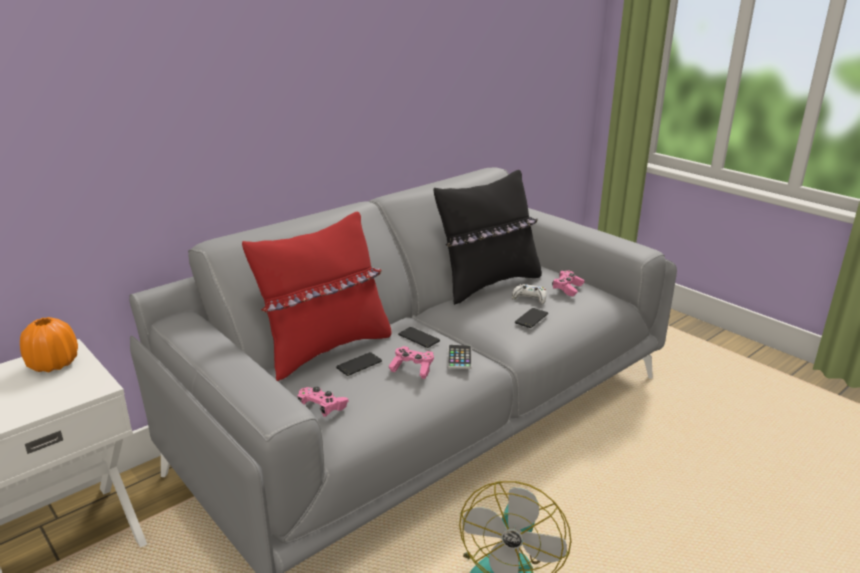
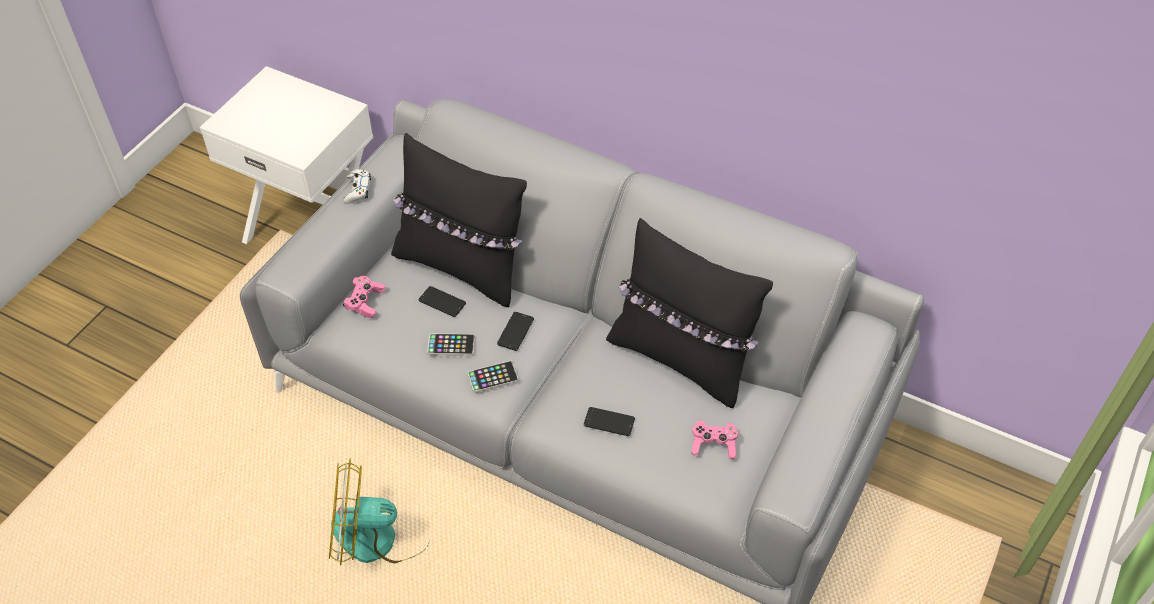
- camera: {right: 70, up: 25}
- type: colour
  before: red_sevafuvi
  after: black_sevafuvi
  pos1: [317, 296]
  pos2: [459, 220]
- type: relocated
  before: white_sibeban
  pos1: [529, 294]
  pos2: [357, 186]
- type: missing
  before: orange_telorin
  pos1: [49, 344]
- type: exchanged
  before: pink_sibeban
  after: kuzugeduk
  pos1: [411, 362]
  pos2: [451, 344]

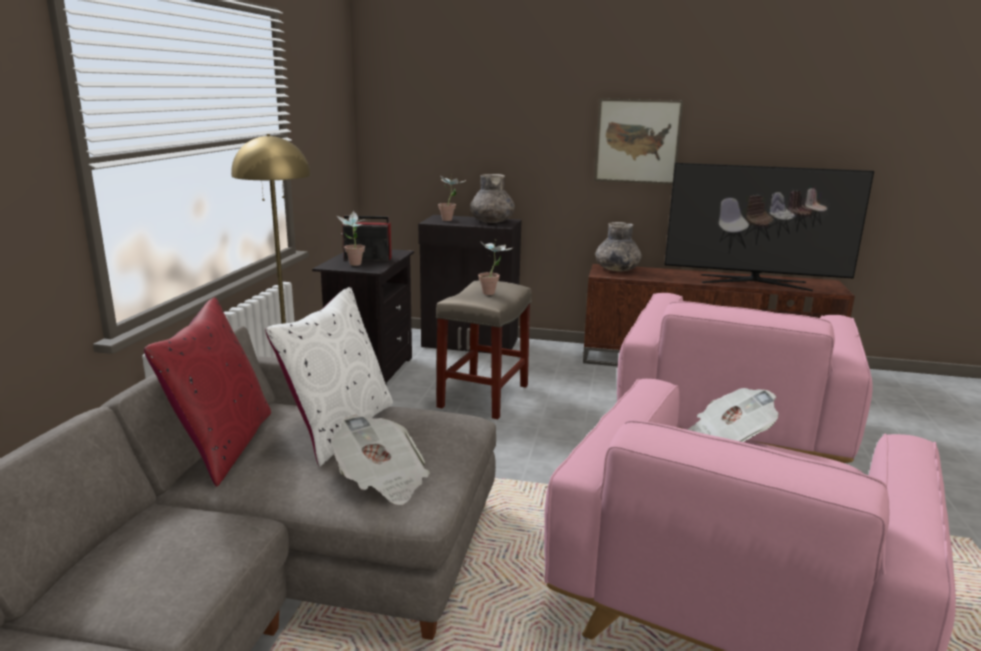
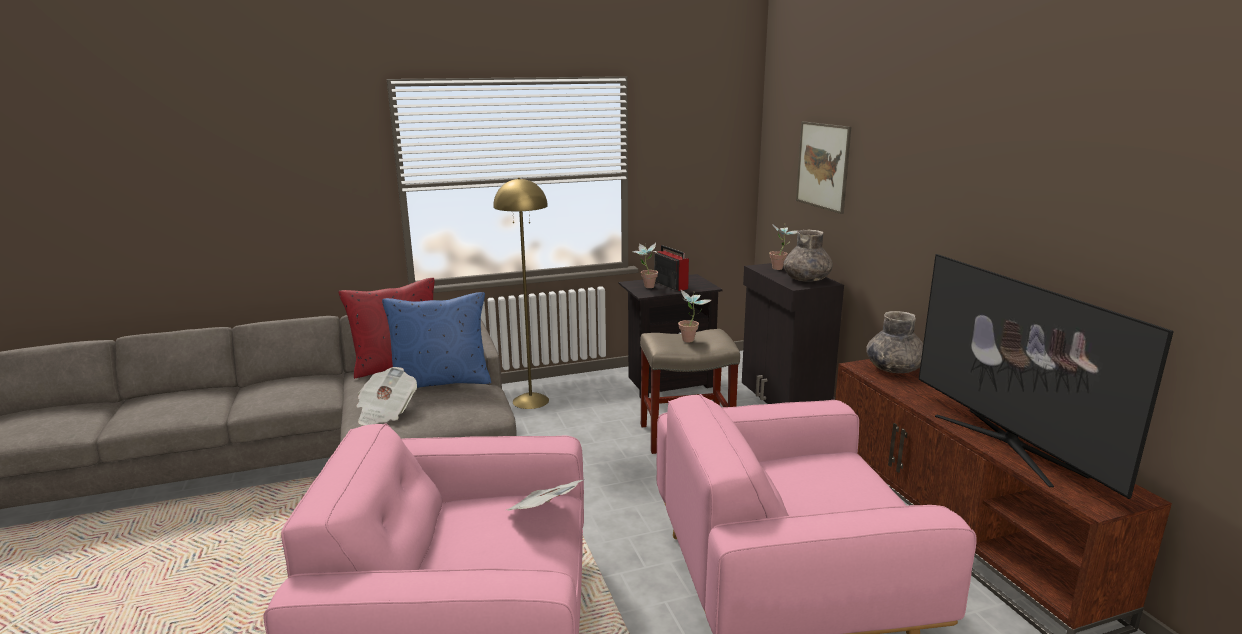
- camera: {right: 60, up: 0}
- type: relocated
  before: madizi
  pos1: [638, 141]
  pos2: [823, 167]
- type: colour
  before: white_sevafuvi
  after: blue_sevafuvi
  pos1: [329, 377]
  pos2: [436, 340]

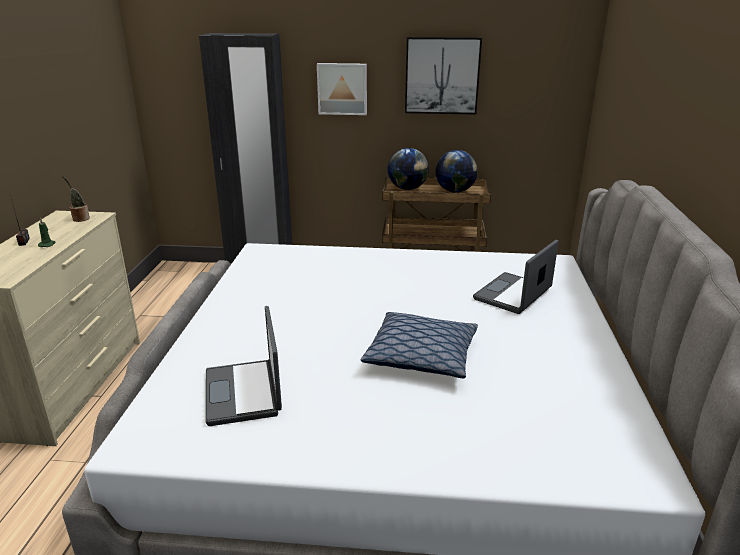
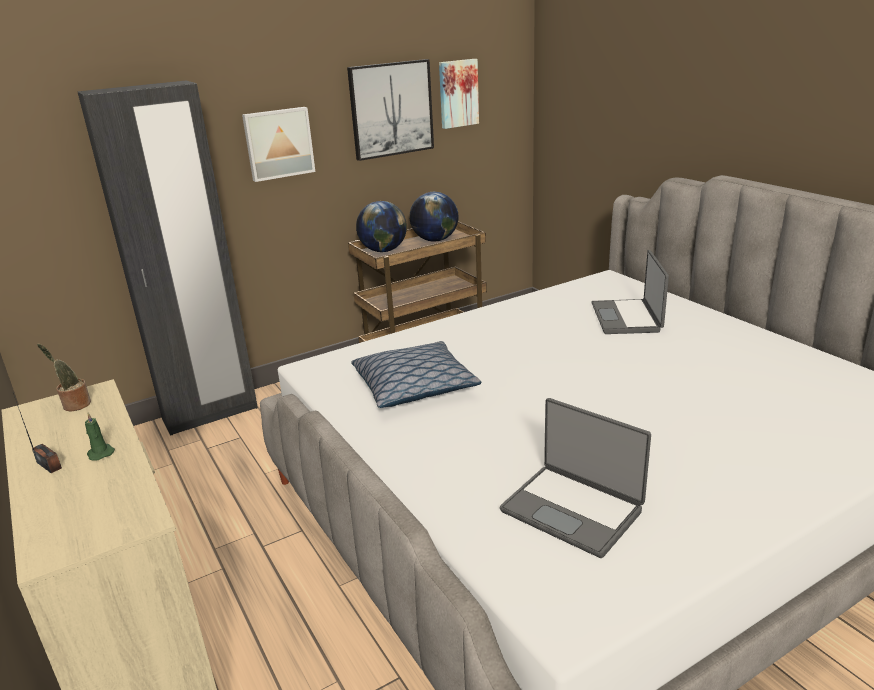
- camera: {right: -35, up: 0}
- type: relocated
  before: sevafuvi
  pos1: [419, 345]
  pos2: [416, 374]
- type: appeared
  after: madizi
  pos2: [459, 94]

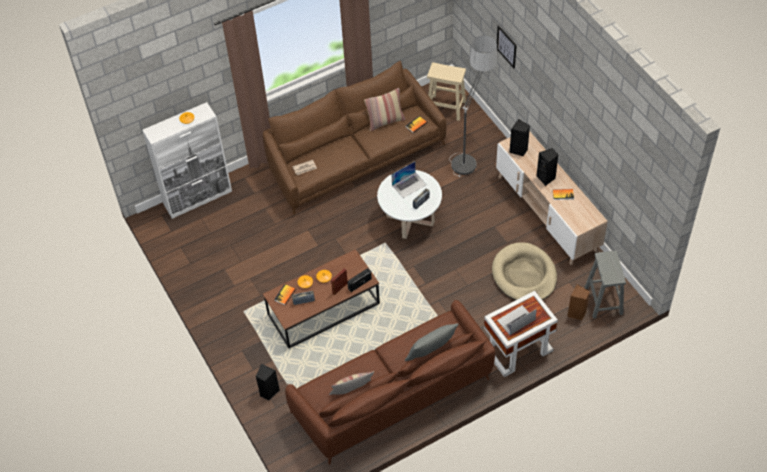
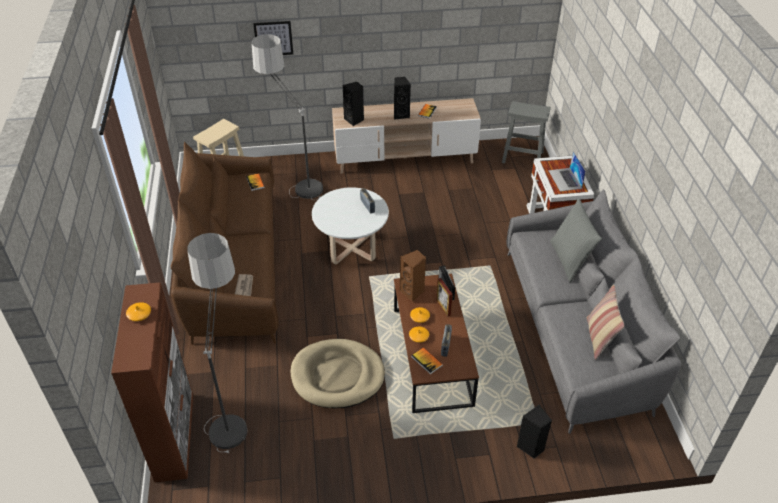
- camera: {right: -70, up: -10}
- type: missing
  before: sevafuvi
  pos1: [384, 109]
- type: colour
  before: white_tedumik
  after: brown_tedumik
  pos1: [187, 160]
  pos2: [152, 382]
- type: missing
  before: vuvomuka
  pos1: [409, 179]
- type: relocated
  before: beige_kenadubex
  pos1: [524, 271]
  pos2: [338, 373]
- type: relocated
  before: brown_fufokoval
  pos1: [578, 302]
  pos2: [413, 276]
- type: colour
  before: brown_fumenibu
  after: grey_fumenibu
  pos1: [390, 382]
  pos2: [594, 311]
- type: appeared
  after: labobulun
  pos2: [217, 343]

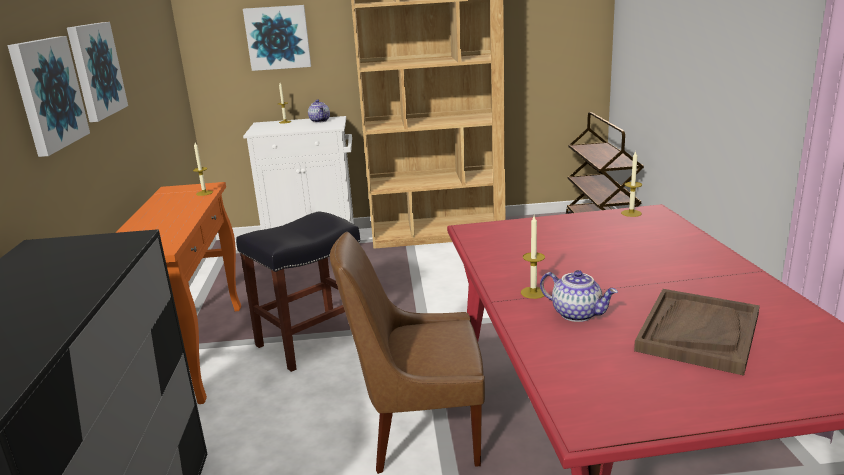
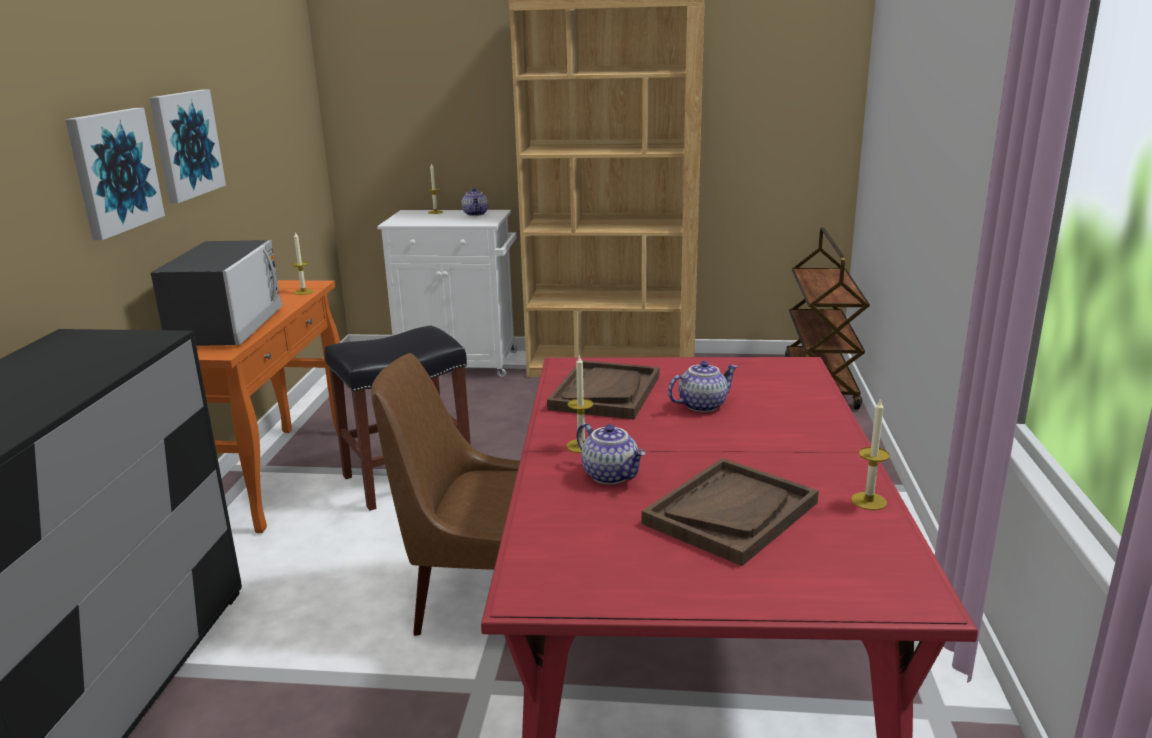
- camera: {right: 10, up: 0}
- type: missing
  before: madizi
  pos1: [277, 38]
- type: relocated
  before: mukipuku
  pos1: [631, 184]
  pos2: [870, 454]
- type: appeared
  after: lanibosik
  pos2: [217, 293]
- type: appeared
  after: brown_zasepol
  pos2: [603, 389]
- type: appeared
  after: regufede
  pos2: [703, 386]

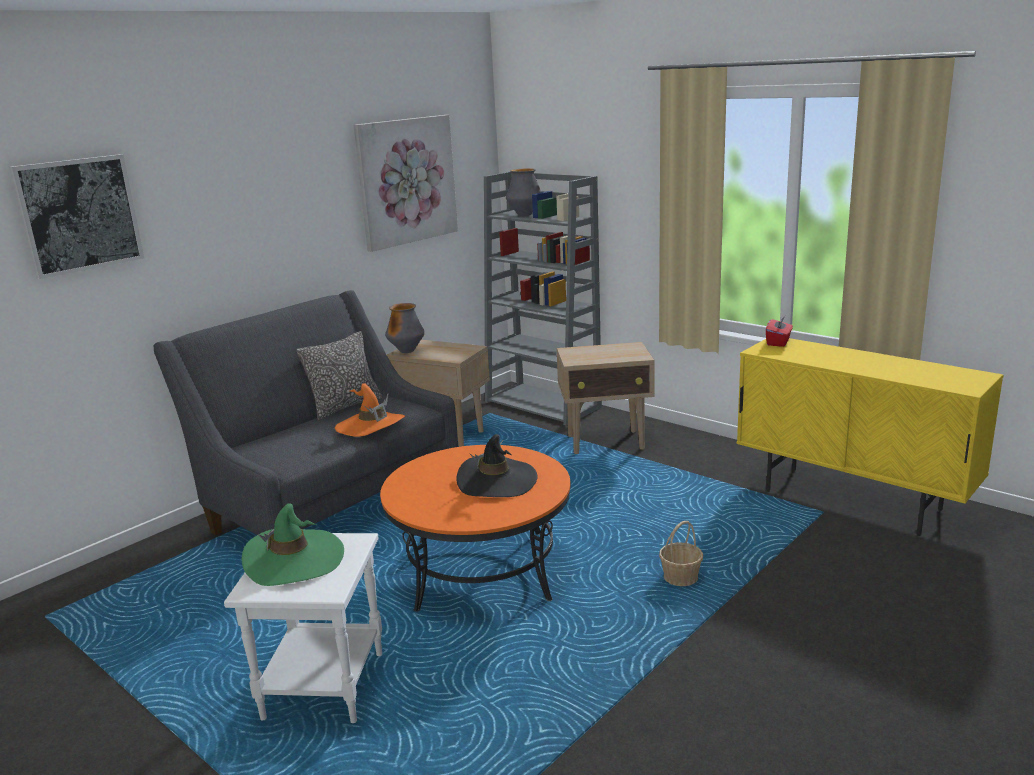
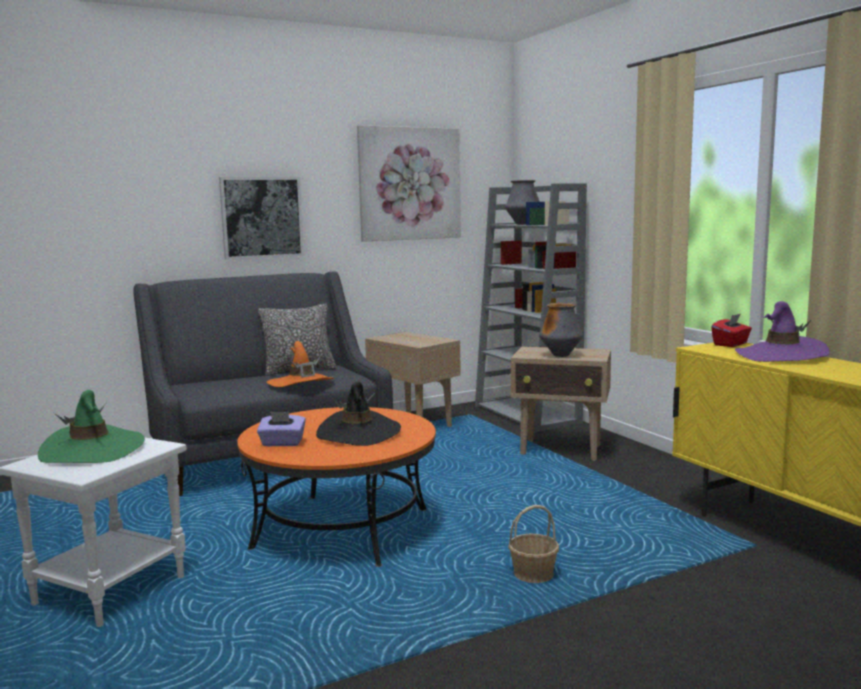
- camera: {right: 20, up: -10}
- type: relocated
  before: madizi
  pos1: [76, 216]
  pos2: [261, 218]
- type: relocated
  before: telorin
  pos1: [405, 328]
  pos2: [561, 330]
- type: appeared
  after: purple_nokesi
  pos2: [782, 331]
- type: appeared
  after: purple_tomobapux
  pos2: [281, 428]

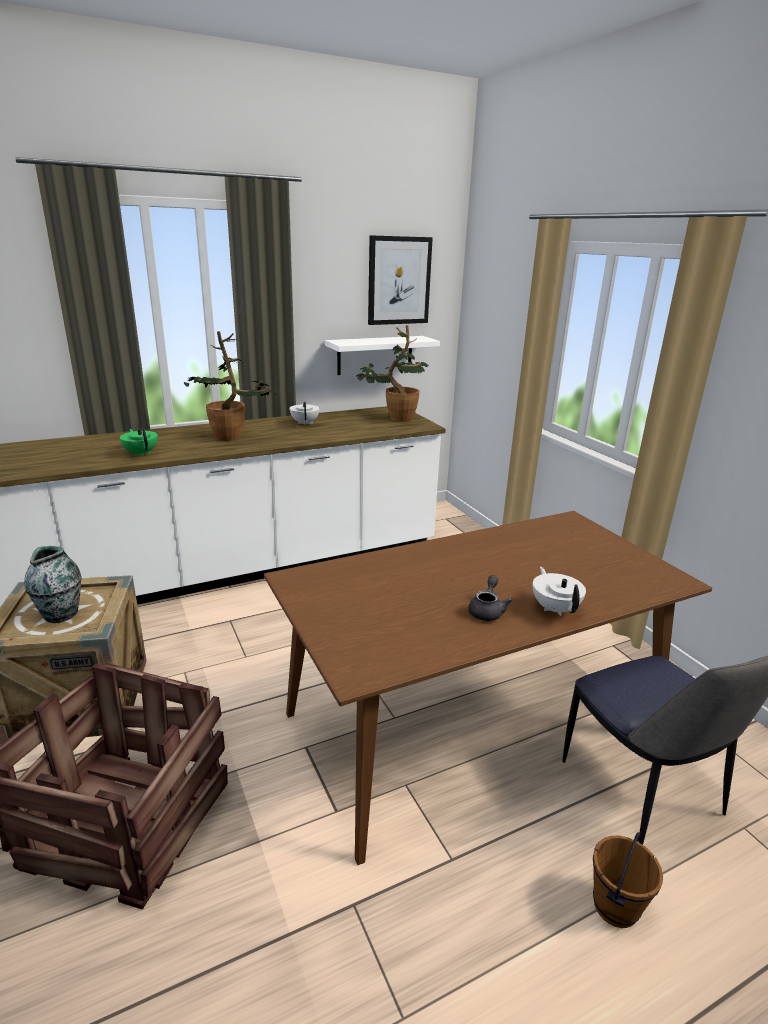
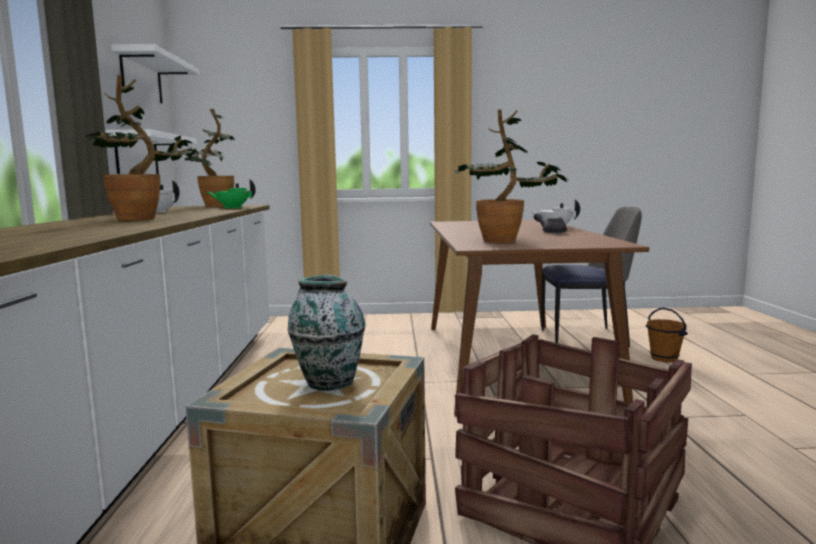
- camera: {right: -65, up: -15}
- type: exchanged
  before: madizi
  after: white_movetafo
  pos1: [400, 280]
  pos2: [155, 73]
- type: relocated
  before: green_regufede
  pos1: [139, 442]
  pos2: [231, 193]
- type: appeared
  after: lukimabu
  pos2: [511, 176]

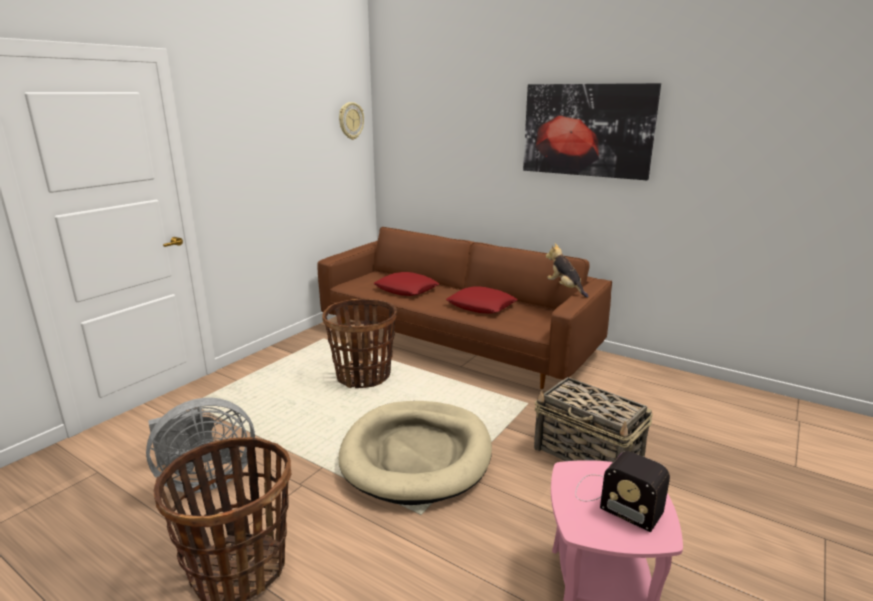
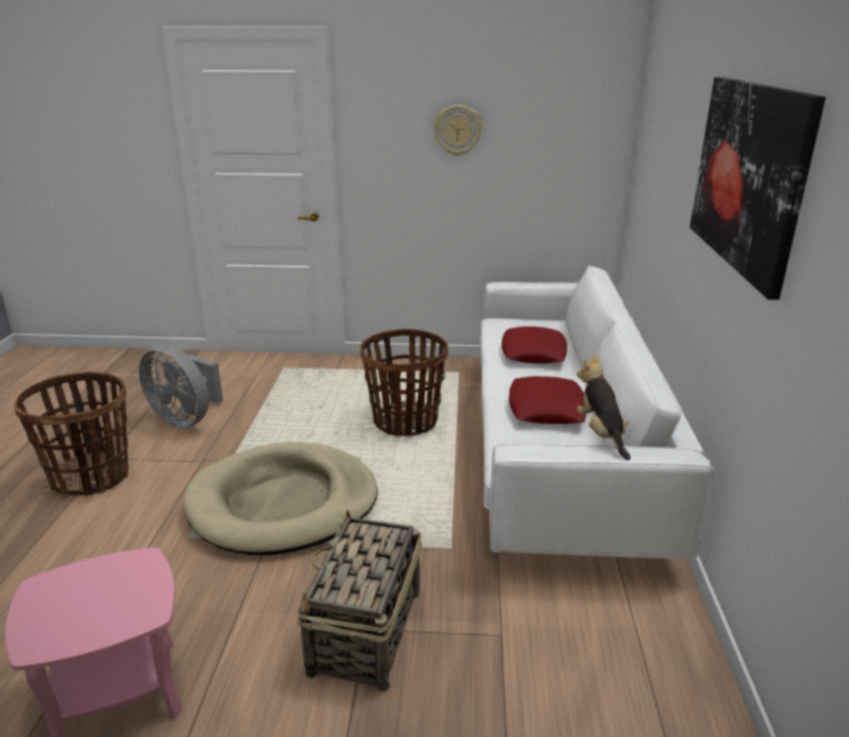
- camera: {right: 60, up: 5}
- type: relocated
  before: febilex
  pos1: [351, 121]
  pos2: [458, 130]
- type: colour
  before: brown_fumenibu
  after: white_fumenibu
  pos1: [464, 308]
  pos2: [597, 412]
- type: spun
  before: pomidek
  pos1: [567, 270]
  pos2: [604, 407]
  turn: -45
- type: missing
  before: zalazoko
  pos1: [622, 491]

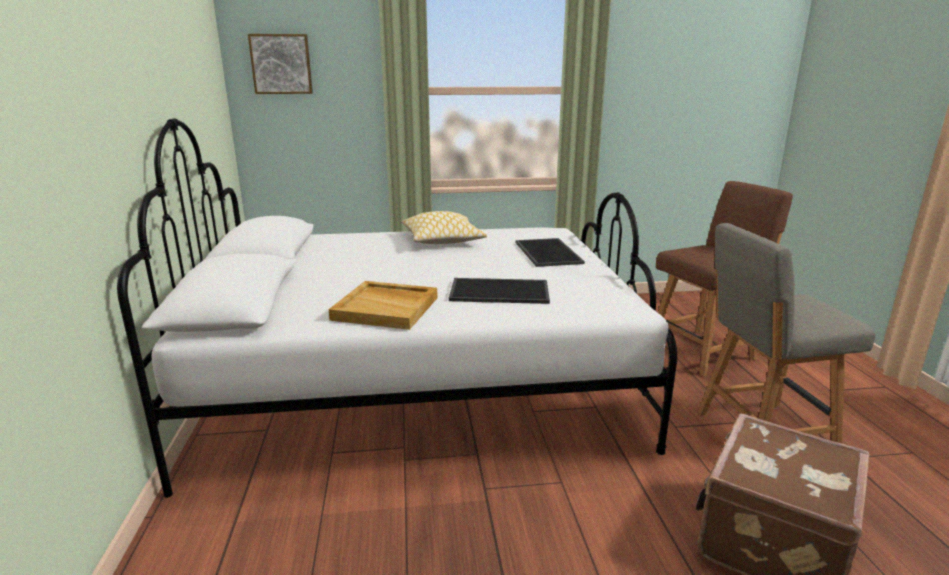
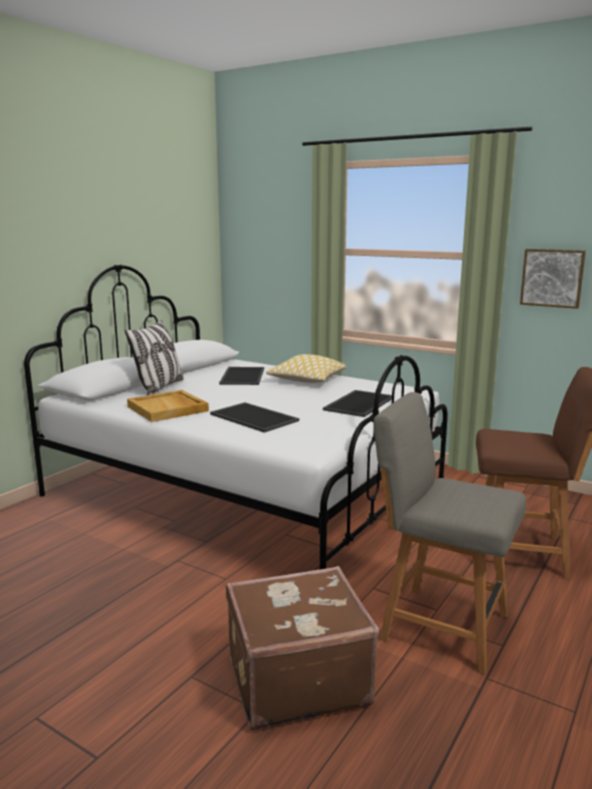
- camera: {right: 40, up: -5}
- type: relocated
  before: madizi
  pos1: [280, 64]
  pos2: [553, 279]
- type: appeared
  after: sevafuvi
  pos2: [154, 357]
- type: appeared
  after: zasepol
  pos2: [241, 376]

